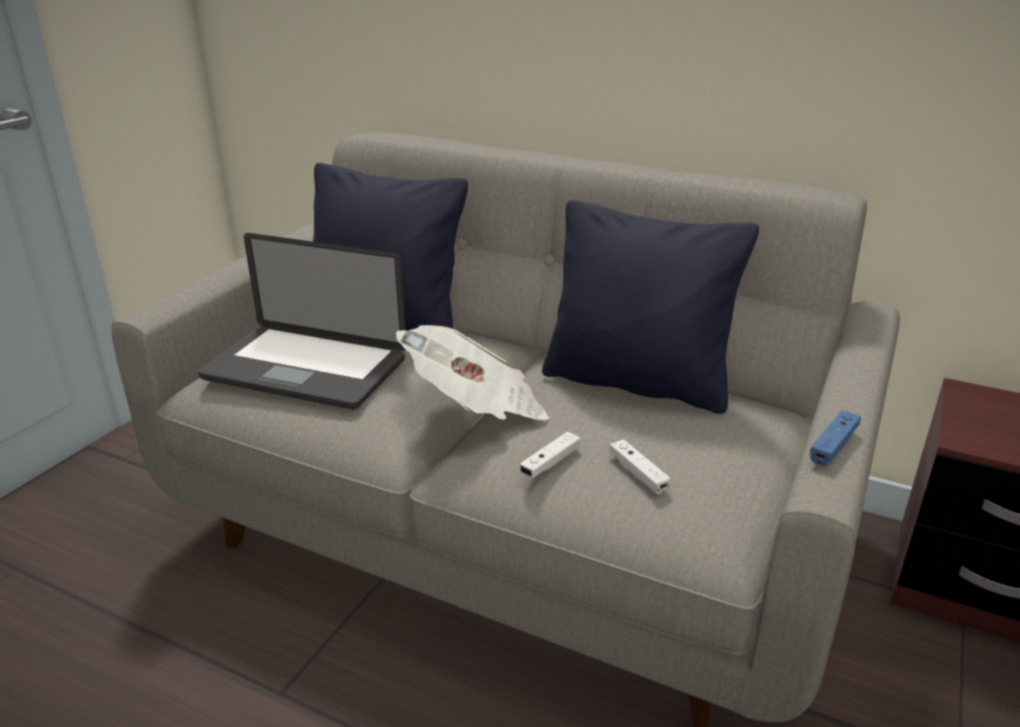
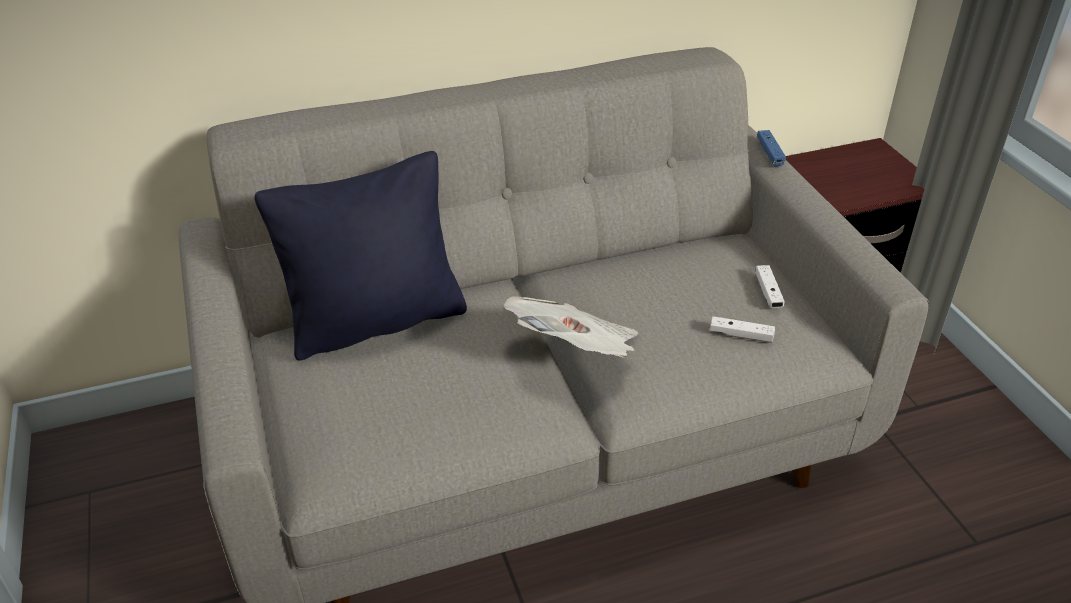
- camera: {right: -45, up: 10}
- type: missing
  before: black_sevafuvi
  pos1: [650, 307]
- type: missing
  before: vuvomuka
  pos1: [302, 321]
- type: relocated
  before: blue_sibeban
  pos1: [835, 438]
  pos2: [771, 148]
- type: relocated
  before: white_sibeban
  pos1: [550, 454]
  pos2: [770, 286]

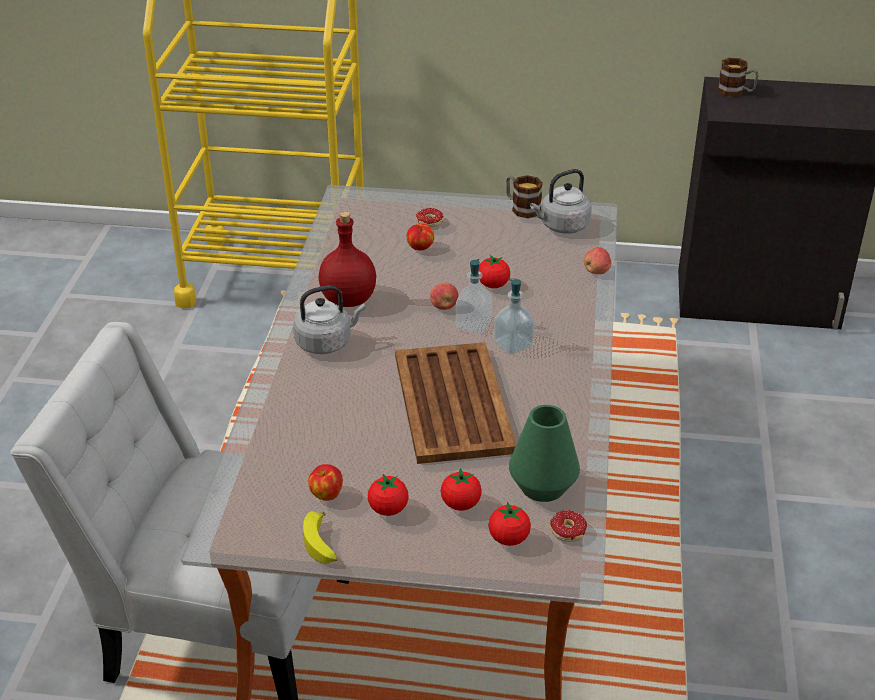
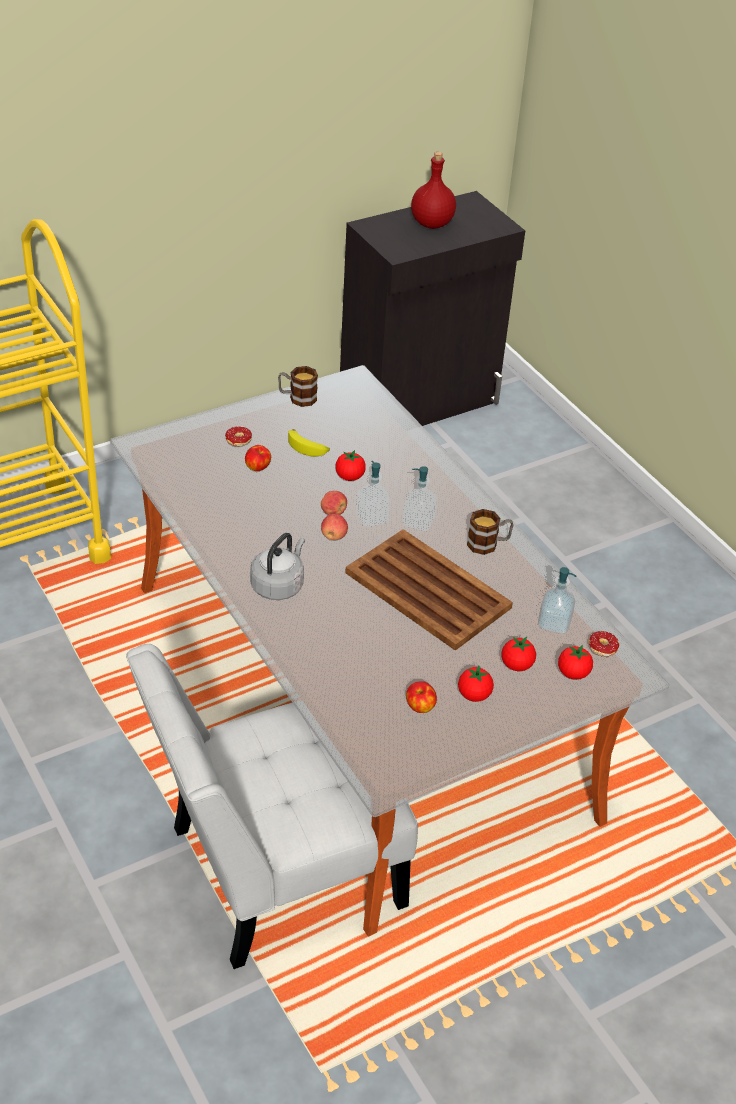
- camera: {right: -40, up: 5}
- type: relocated
  before: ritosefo
  pos1: [738, 77]
  pos2: [490, 532]
- type: missing
  before: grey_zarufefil
  pos1: [561, 201]
- type: relocated
  before: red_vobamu
  pos1: [347, 259]
  pos2: [433, 190]
- type: relocated
  before: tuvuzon
  pos1: [597, 260]
  pos2: [334, 526]
- type: exchanged
  before: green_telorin
  after: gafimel
  pos1: [544, 453]
  pos2: [557, 600]
- type: relocated
  before: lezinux
  pos1: [320, 537]
  pos2: [309, 442]

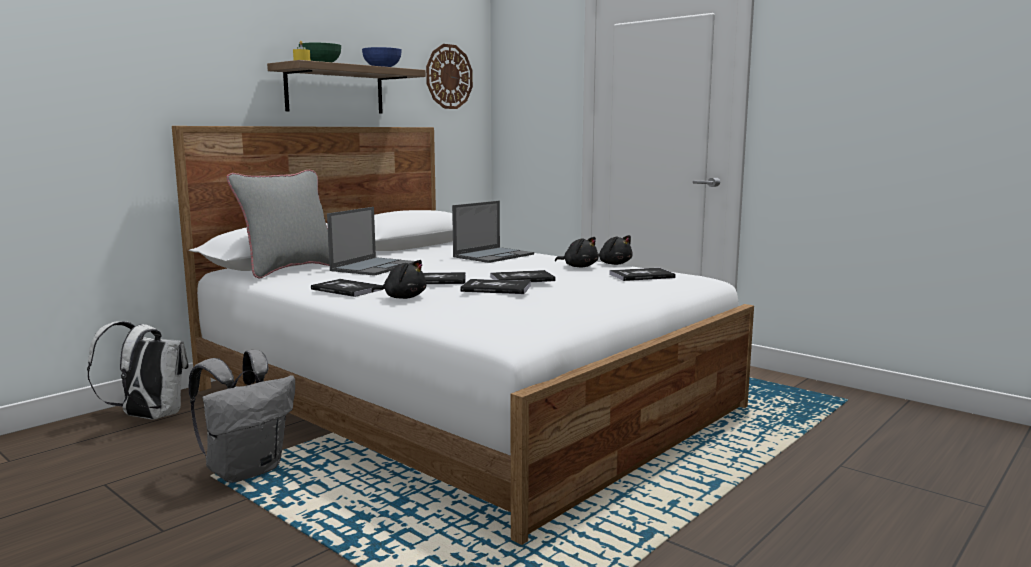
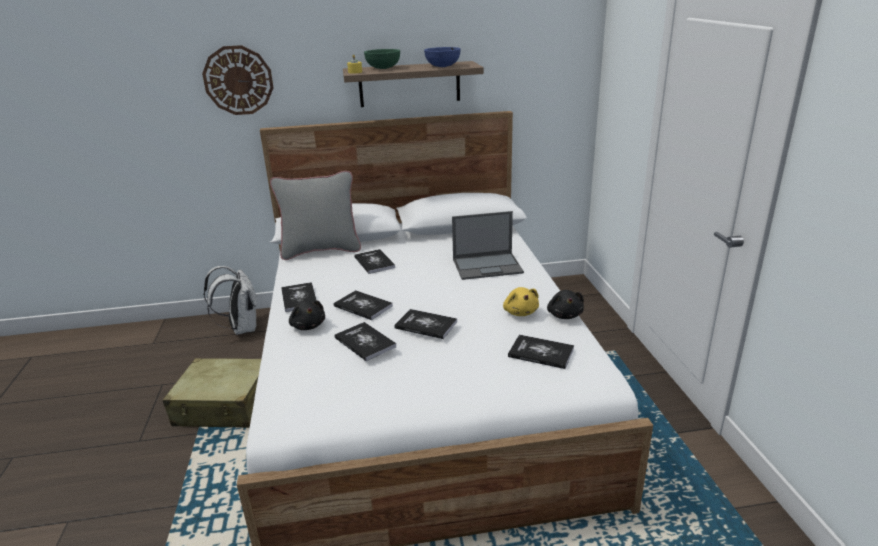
- camera: {right: 40, up: 15}
- type: relocated
  before: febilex
  pos1: [449, 76]
  pos2: [238, 80]
- type: exchanged
  before: vuvomuka
  after: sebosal
  pos1: [371, 241]
  pos2: [374, 261]
- type: colour
  before: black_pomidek
  after: yellow_pomidek
  pos1: [576, 252]
  pos2: [521, 301]
- type: exchanged
  before: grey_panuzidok
  after: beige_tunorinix
  pos1: [242, 416]
  pos2: [212, 393]

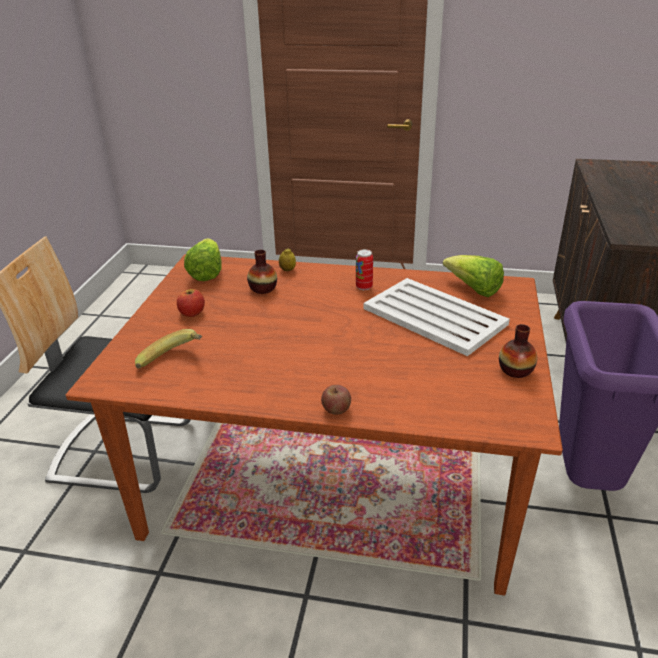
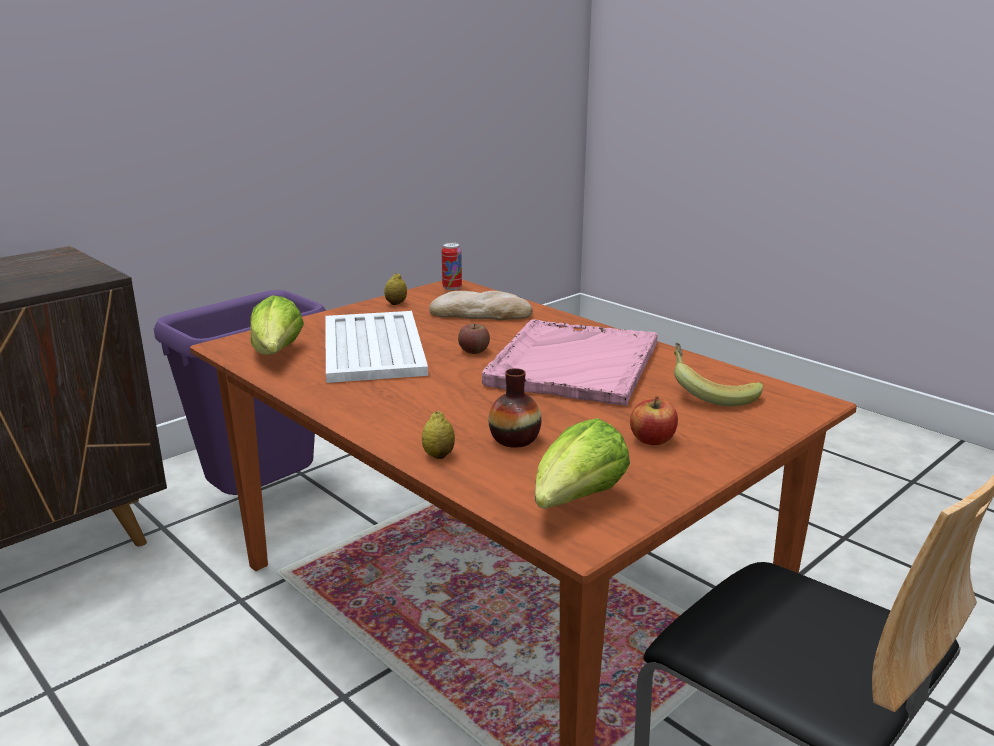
- camera: {right: -145, up: -10}
- type: relocated
  before: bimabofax
  pos1: [364, 269]
  pos2: [452, 266]
- type: exchanged
  before: telorin
  after: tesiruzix
  pos1: [518, 351]
  pos2: [395, 289]
- type: relocated
  before: tuvuzon
  pos1: [336, 400]
  pos2: [474, 339]
- type: appeared
  after: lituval
  pos2: [481, 306]
- type: appeared
  after: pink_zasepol
  pos2: [570, 362]

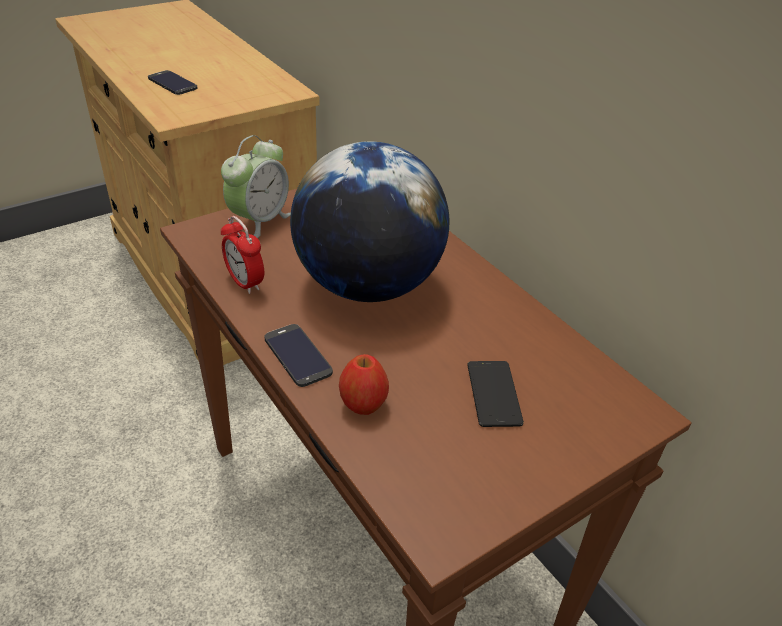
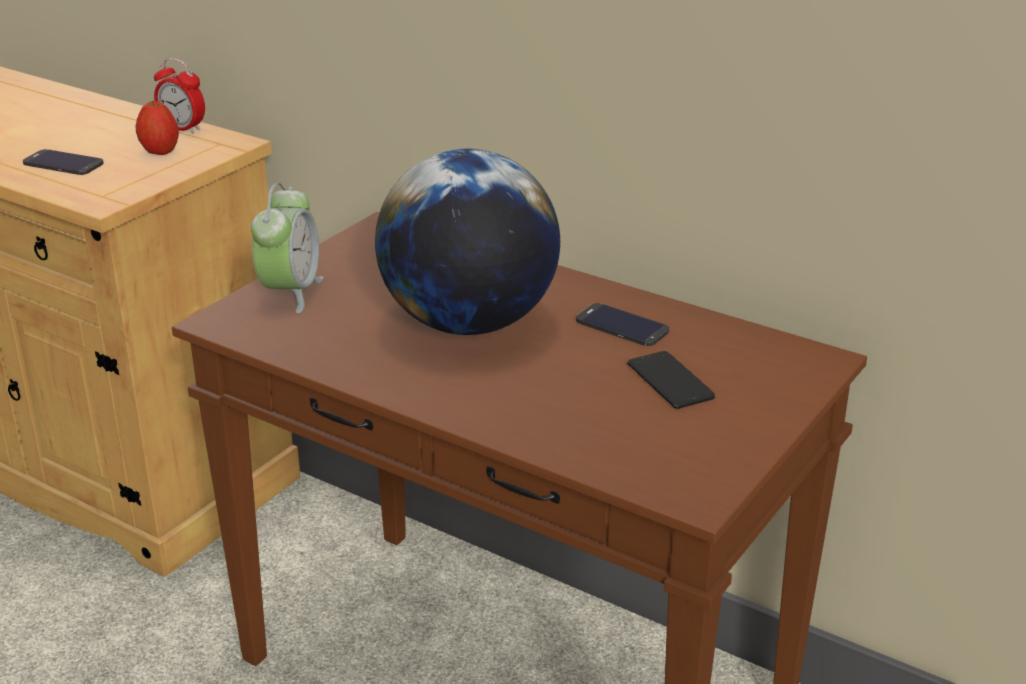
- camera: {right: -20, up: -10}
- type: relocated
  before: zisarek
  pos1: [242, 255]
  pos2: [179, 95]
- type: relocated
  before: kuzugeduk
  pos1: [299, 355]
  pos2: [622, 324]
- type: relocated
  before: tuvuzon
  pos1: [364, 384]
  pos2: [157, 127]

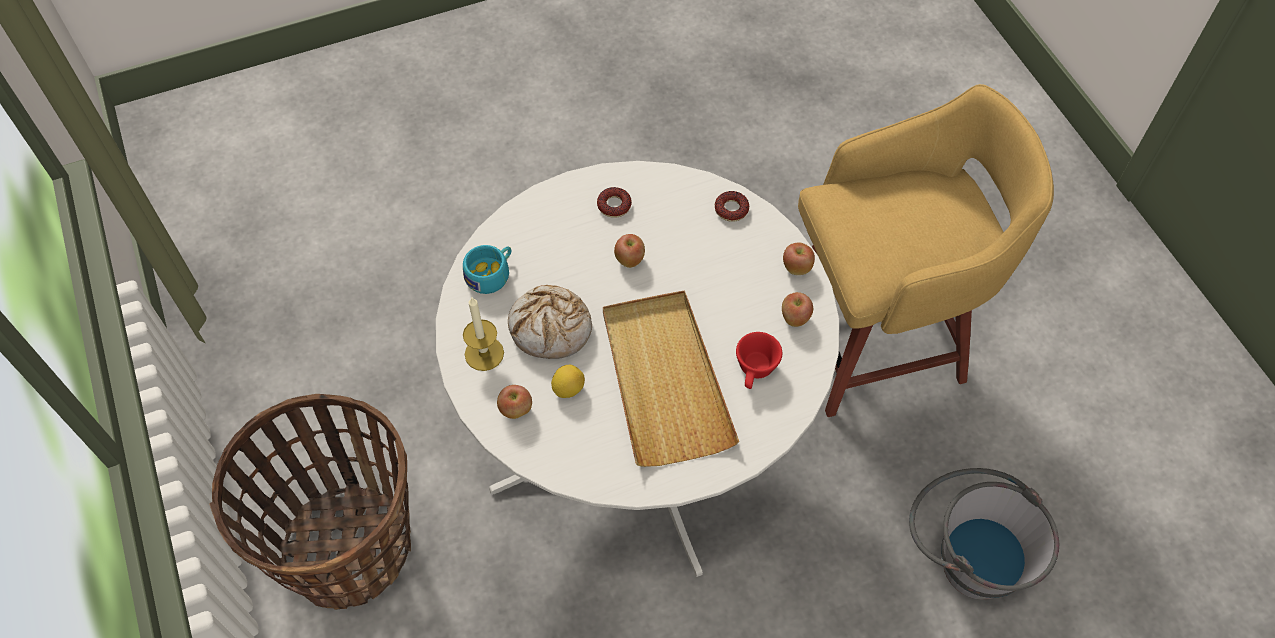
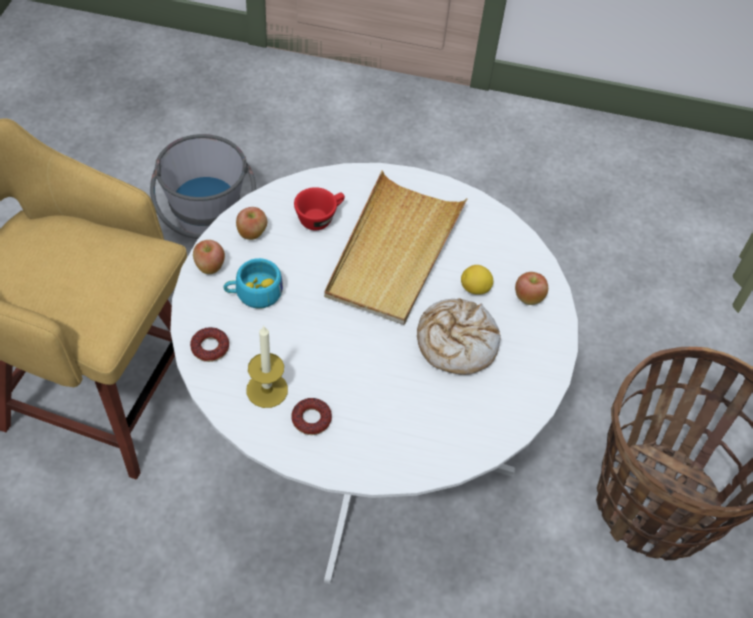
- camera: {right: -150, up: -5}
- type: missing
  before: tuvuzon
  pos1: [629, 251]
- type: relocated
  before: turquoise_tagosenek
  pos1: [487, 269]
  pos2: [253, 283]
- type: relocated
  before: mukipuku
  pos1: [483, 334]
  pos2: [267, 367]

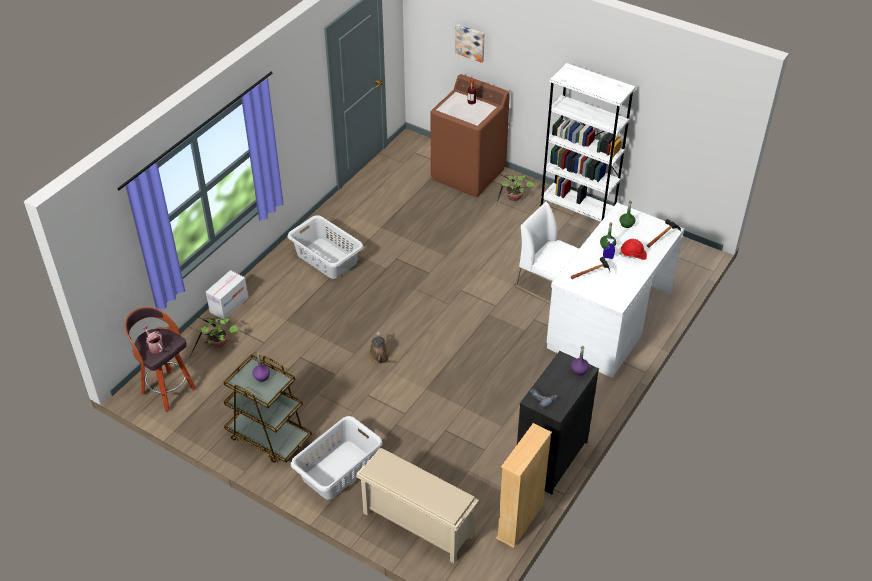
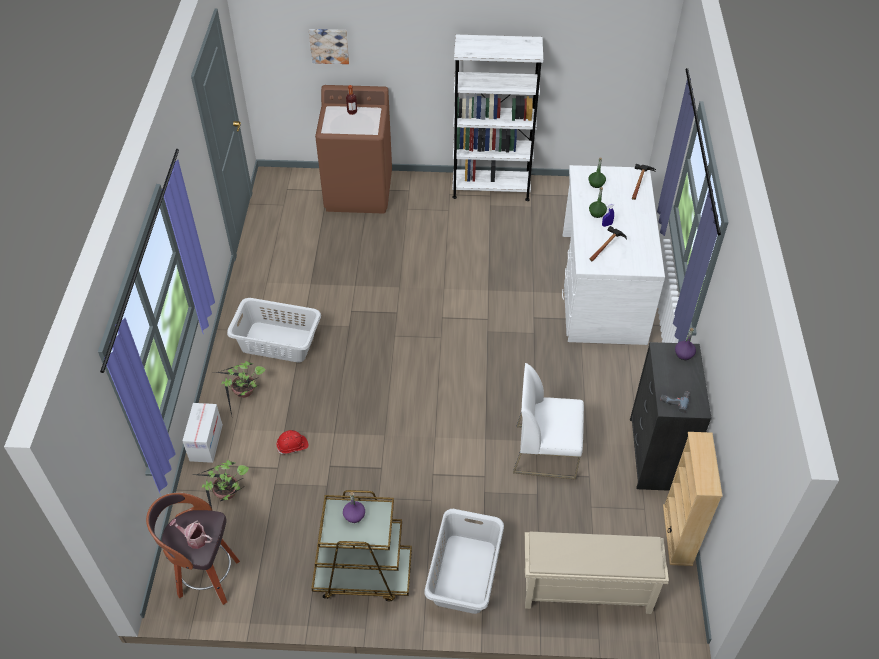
- camera: {right: -30, up: 5}
- type: relocated
  before: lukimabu
  pos1: [516, 188]
  pos2: [240, 388]
- type: relocated
  before: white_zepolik
  pos1: [547, 253]
  pos2: [548, 421]
- type: relocated
  before: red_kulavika
  pos1: [633, 249]
  pos2: [292, 442]
- type: missing
  before: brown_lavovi
  pos1: [379, 348]

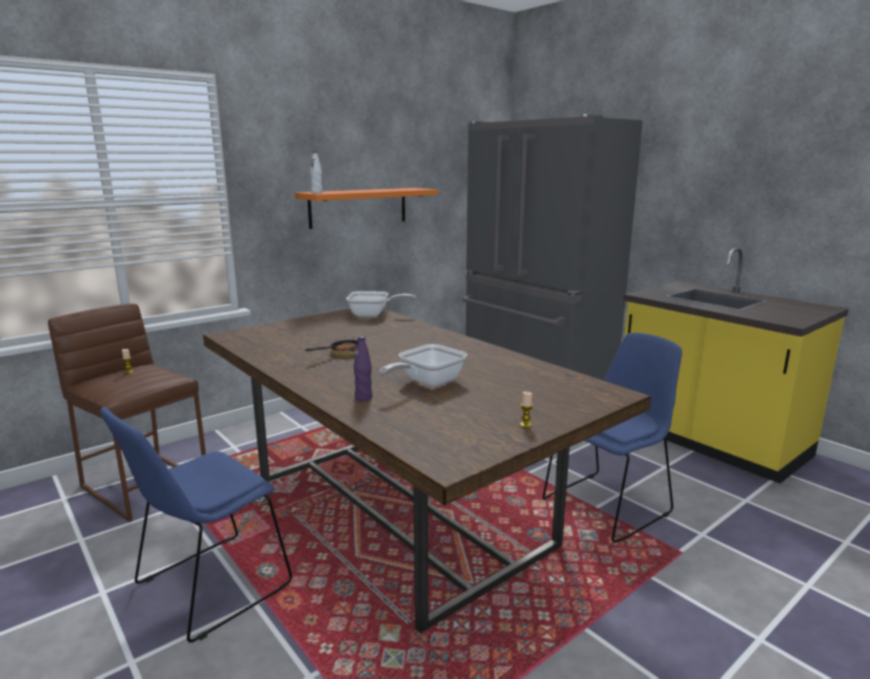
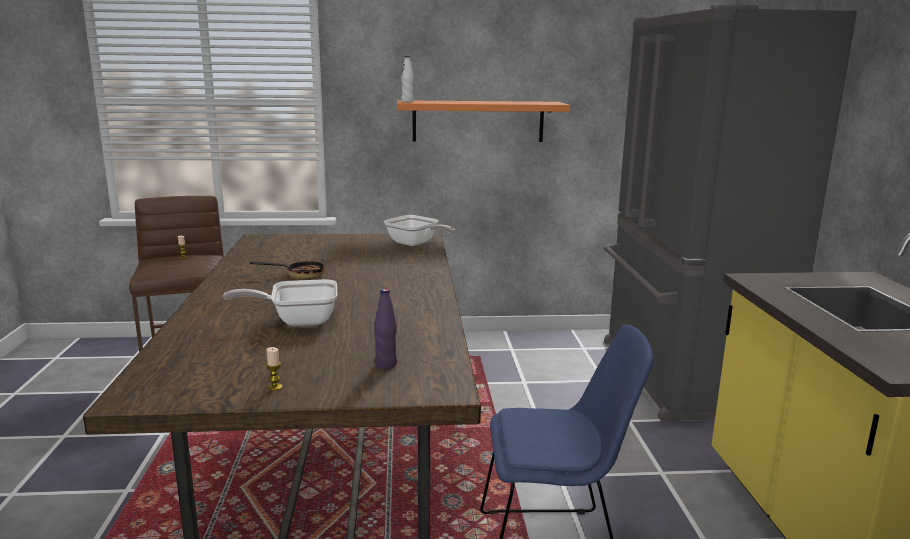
- camera: {right: 35, up: 0}
- type: relocated
  before: purple_vobamu
  pos1: [362, 368]
  pos2: [385, 329]
- type: missing
  before: blue_zepolik
  pos1: [196, 525]

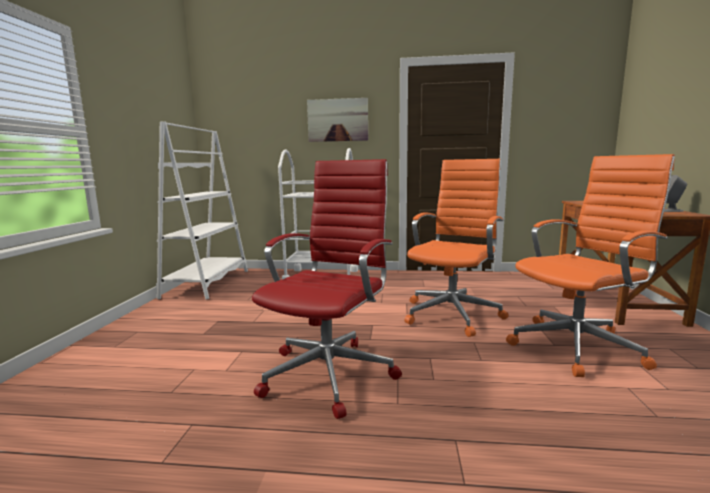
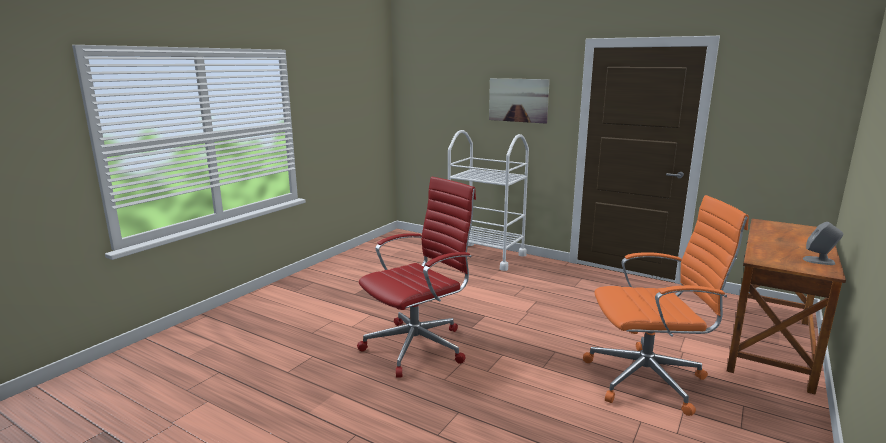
- camera: {right: 25, up: 5}
- type: missing
  before: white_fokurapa
  pos1: [202, 210]
- type: missing
  before: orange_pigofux
  pos1: [457, 248]

